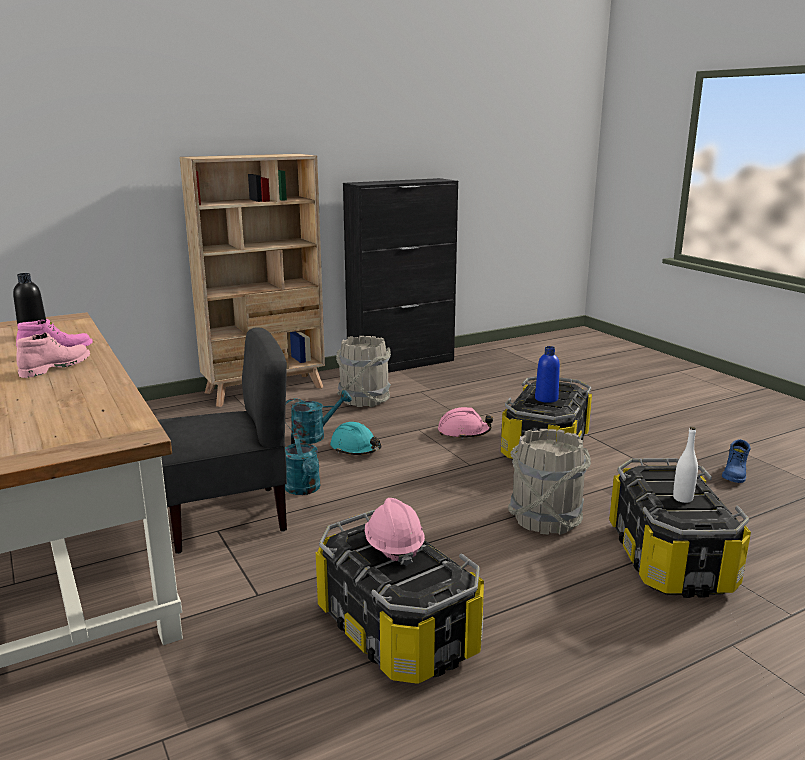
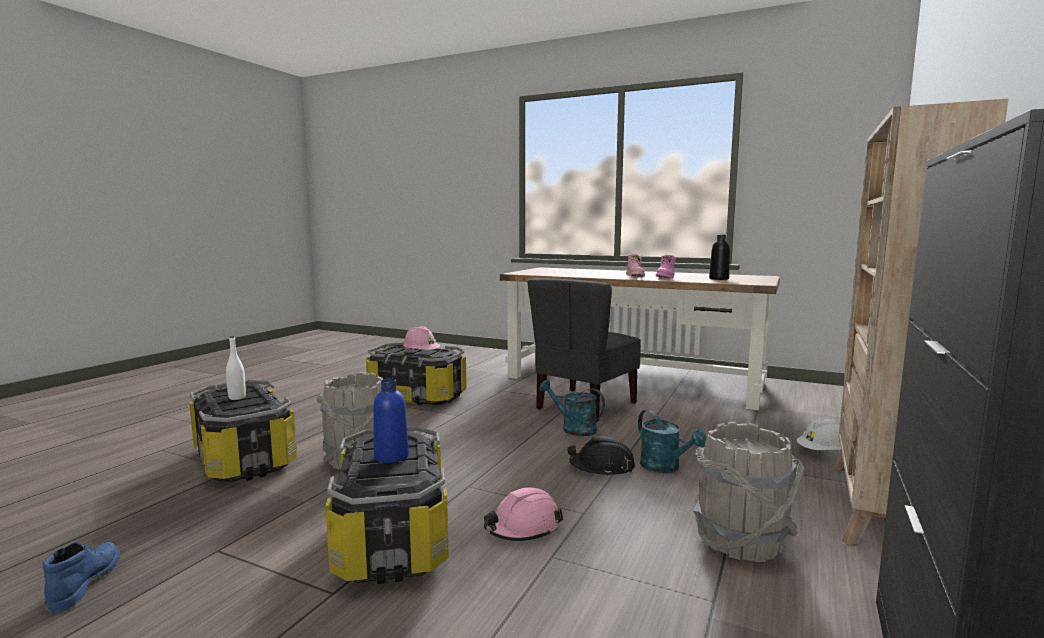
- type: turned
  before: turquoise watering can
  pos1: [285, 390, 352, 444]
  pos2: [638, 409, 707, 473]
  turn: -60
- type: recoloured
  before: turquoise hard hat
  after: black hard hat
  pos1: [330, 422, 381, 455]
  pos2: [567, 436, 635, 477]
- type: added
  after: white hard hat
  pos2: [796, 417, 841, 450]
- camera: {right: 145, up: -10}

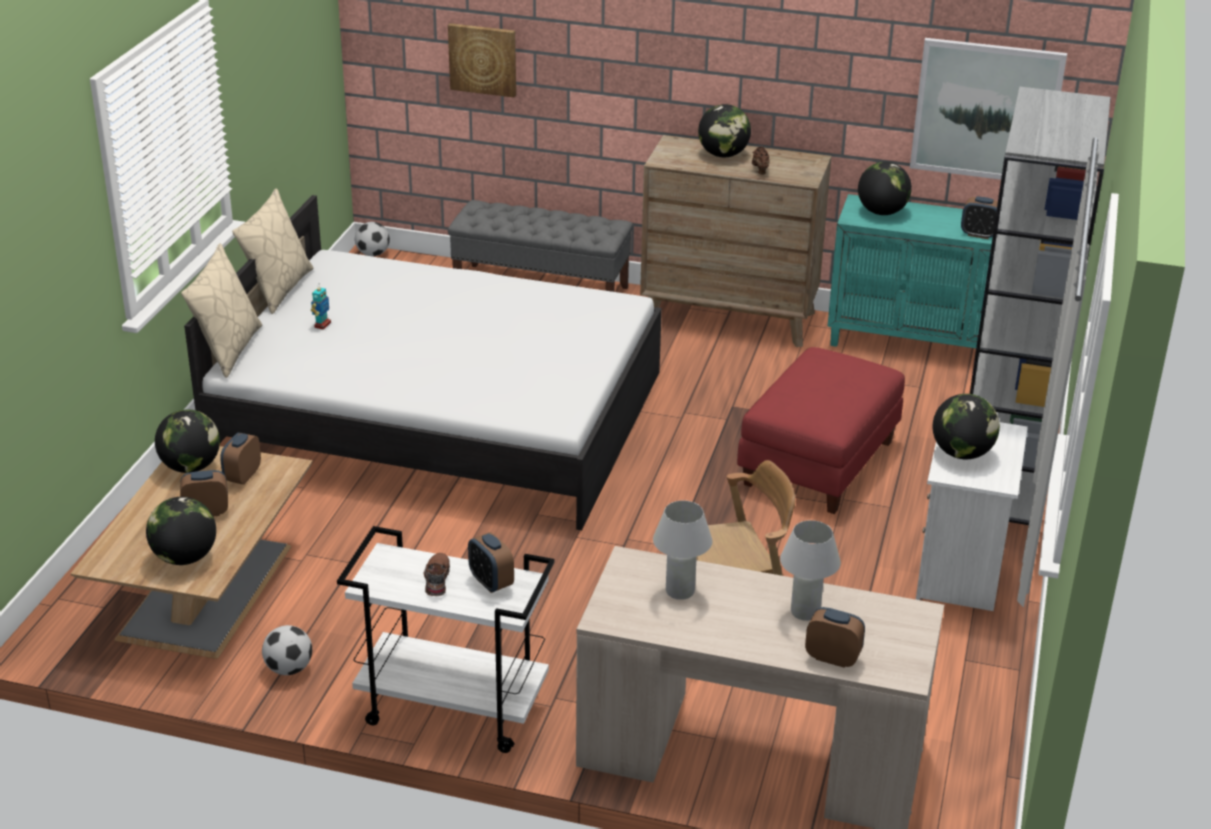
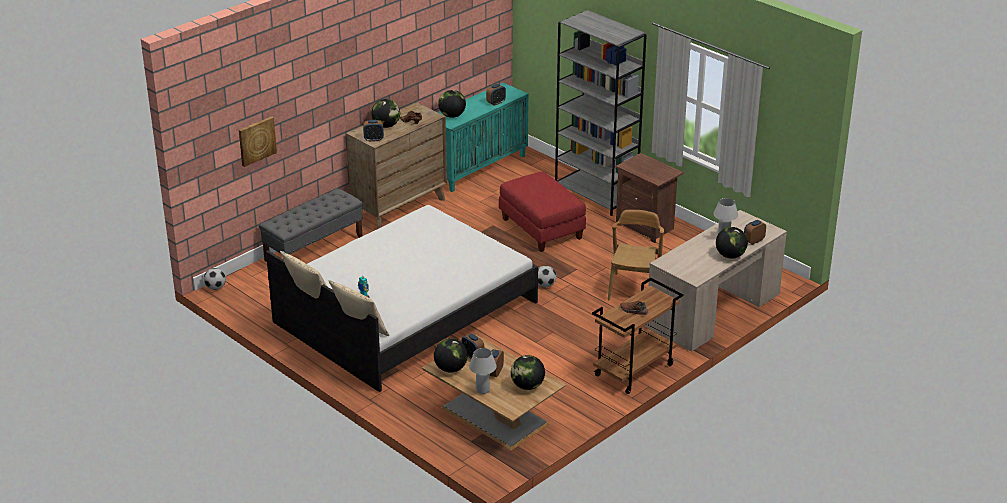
- type: removed
  before: picture
  pos1: [910, 38, 1067, 180]
- type: moved
  before: globe
  pos1: [933, 394, 1000, 459]
  pos2: [716, 227, 748, 259]
- type: recoloured
  before: white nightstand
  after: brown nightstand
  pos1: [916, 422, 1028, 611]
  pos2: [616, 153, 684, 243]
- type: moved
  before: white table lamp
  pos1: [653, 500, 712, 600]
  pos2: [469, 348, 497, 394]
- type: recoloured
  before: white cart
  after: brown cart
  pos1: [337, 526, 555, 753]
  pos2: [592, 278, 683, 394]
- type: moved
  before: alarm clock
  pos1: [468, 532, 514, 593]
  pos2: [363, 120, 384, 142]
- type: moved
  before: football
  pos1: [262, 625, 312, 675]
  pos2: [538, 266, 557, 287]
- camera: {right: -60, up: 0}

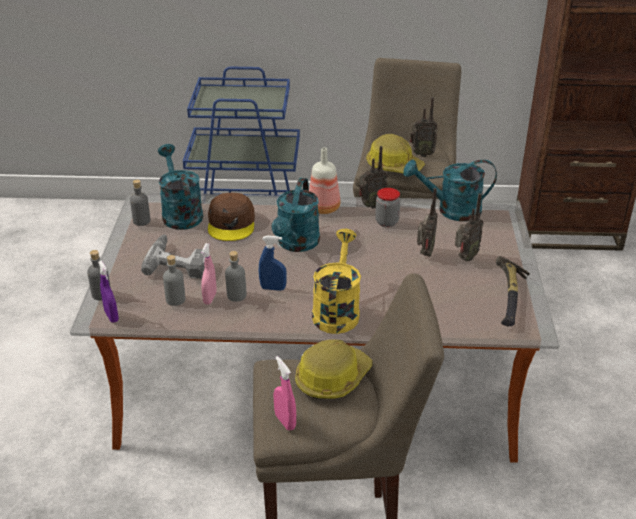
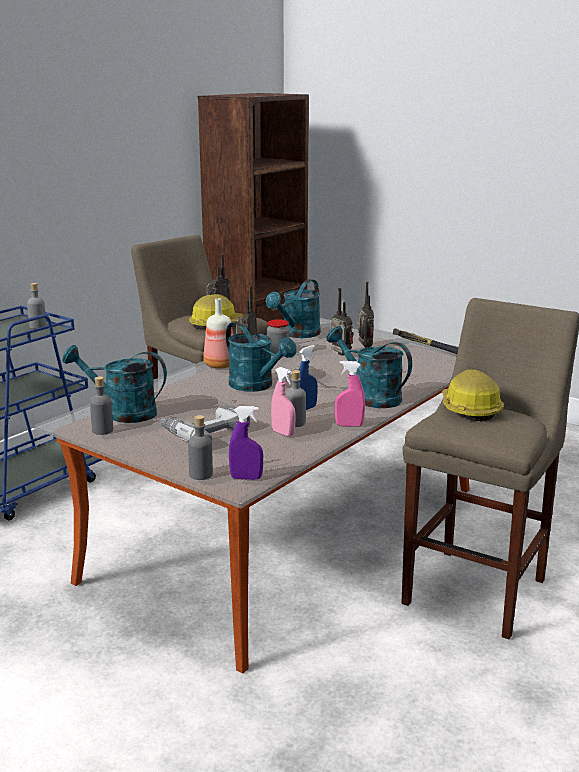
- type: removed
  before: brown cap
  pos1: [208, 192, 255, 241]
- type: recoloured
  before: yellow watering can
  after: turquoise watering can
  pos1: [312, 229, 361, 334]
  pos2: [326, 326, 412, 408]
- type: moved
  before: grey bottle
  pos1: [163, 255, 185, 306]
  pos2: [27, 283, 46, 329]
- type: moved
  before: pink spray bottle
  pos1: [273, 356, 296, 430]
  pos2: [335, 361, 365, 426]
- camera: {right: -55, up: -15}

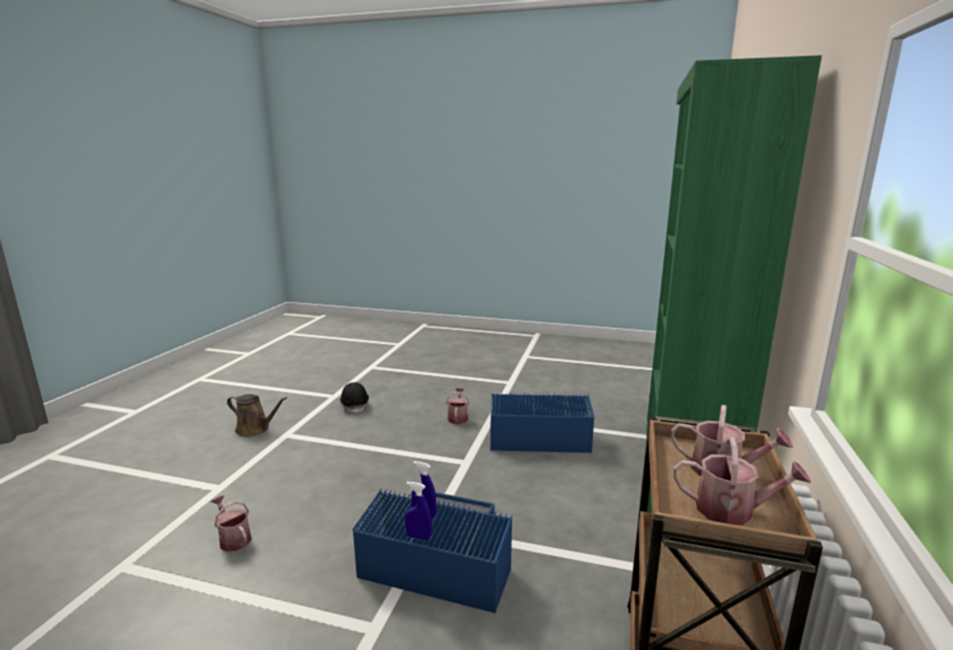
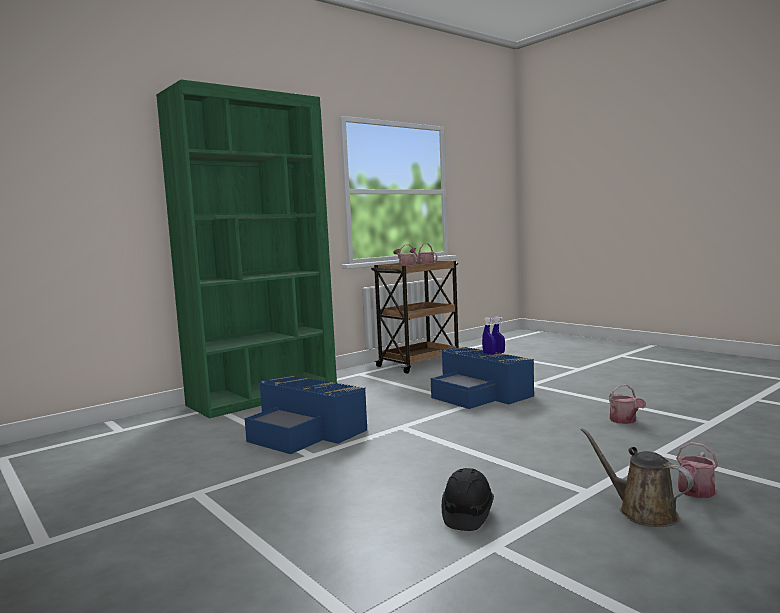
- type: moved
  before: watering can
  pos1: [446, 388, 469, 424]
  pos2: [676, 442, 718, 498]
- camera: {right: -145, up: -10}

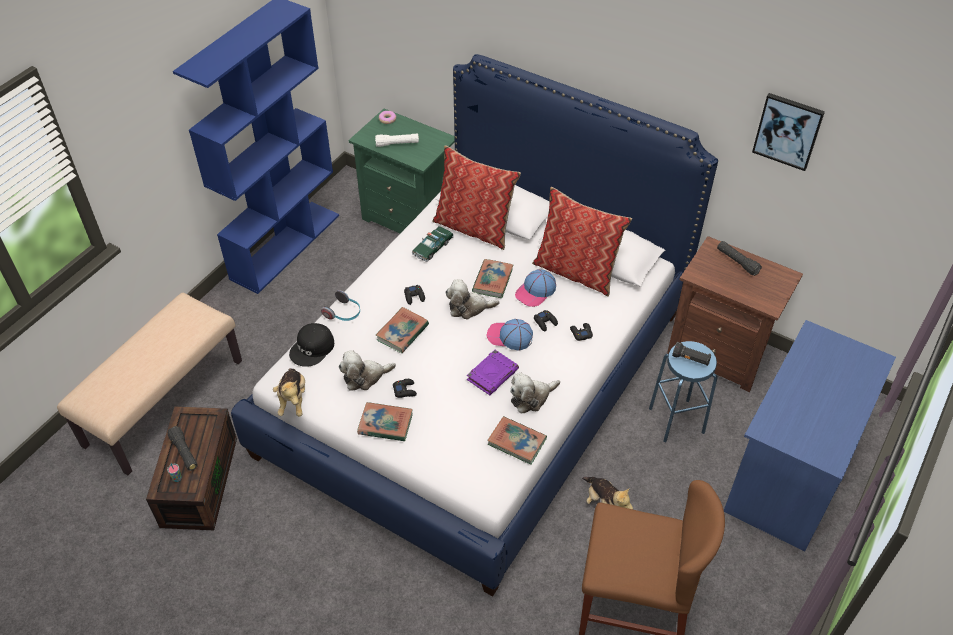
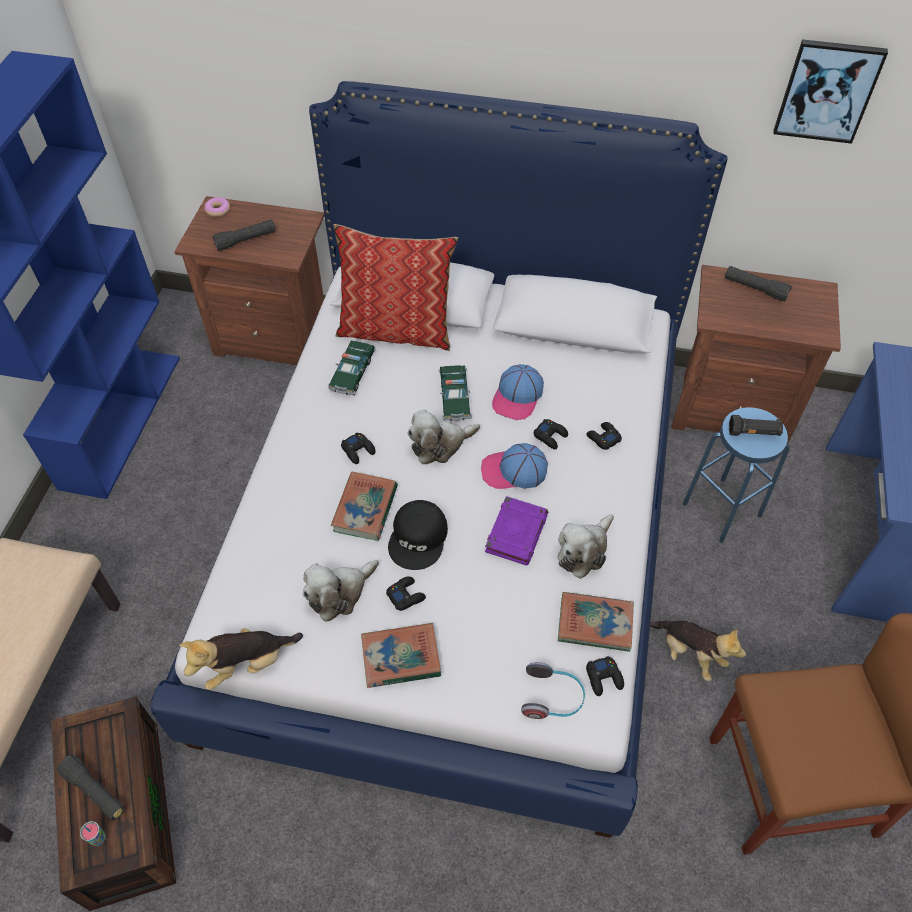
- type: recoloured
  before: green nightstand
  after: brown nightstand
  pos1: [349, 108, 455, 233]
  pos2: [174, 196, 324, 365]
- type: recoloured
  before: white flashlight
  after: black flashlight
  pos1: [375, 134, 419, 147]
  pos2: [213, 219, 276, 251]
- type: removed
  before: pillow
  pos1: [532, 187, 633, 296]
- type: replaced
  before: book
  after: toy car
  pos1: [472, 259, 513, 298]
  pos2: [439, 365, 472, 421]
- type: moved
  before: headphones
  pos1: [321, 290, 360, 321]
  pos2: [521, 662, 585, 719]
- type: moved
  before: black cap
  pos1: [289, 323, 334, 367]
  pos2: [388, 500, 448, 570]
- type: turned
  before: plush toy
  pos1: [273, 368, 305, 417]
  pos2: [180, 628, 303, 690]
  turn: 90
- type: added
  after: black game controller
  pos2: [586, 656, 624, 696]
- camera: {right: -20, up: 5}

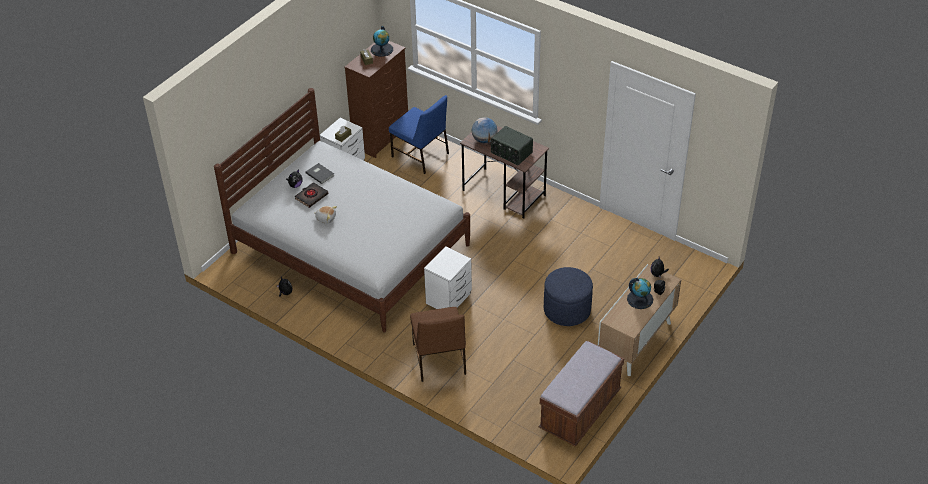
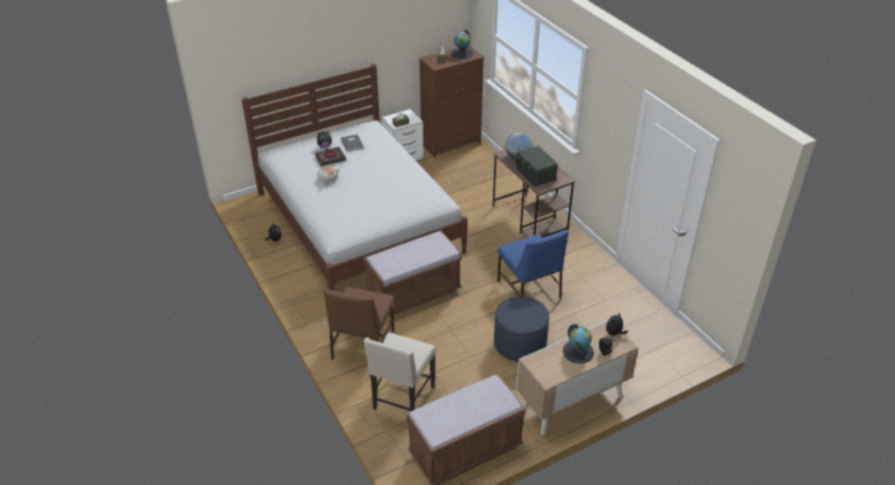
- type: moved
  before: blue chair
  pos1: [389, 95, 449, 174]
  pos2: [497, 230, 569, 299]
- type: replaced
  before: white nightstand
  after: brown bench
  pos1: [424, 246, 472, 309]
  pos2: [363, 230, 462, 317]
- type: added
  after: beige chair
  pos2: [364, 333, 436, 412]
- camera: {right: 25, up: -5}

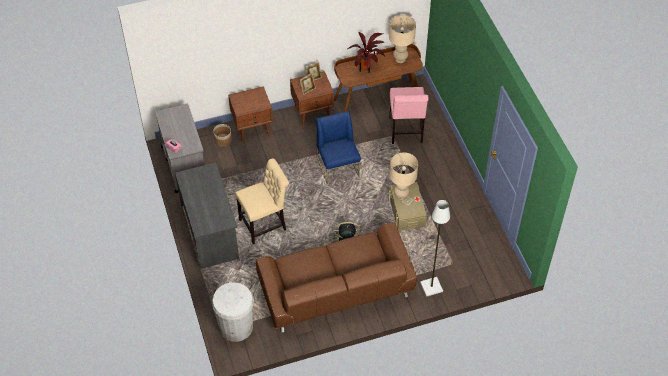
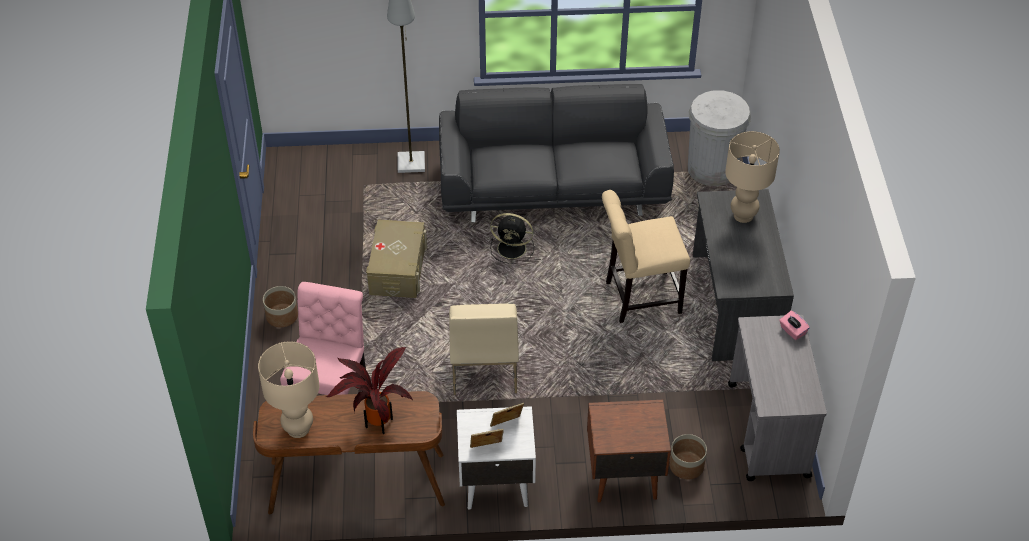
- type: recoloured
  before: brown nightstand
  after: white nightstand
  pos1: [290, 71, 334, 127]
  pos2: [457, 406, 536, 510]
- type: recoloured
  before: blue chair
  after: beige chair
  pos1: [316, 111, 361, 184]
  pos2: [449, 304, 519, 395]
- type: moved
  before: beige table lamp
  pos1: [389, 152, 418, 200]
  pos2: [725, 131, 780, 223]
- type: recoloured
  before: brown sofa
  after: grey sofa
  pos1: [256, 222, 417, 332]
  pos2: [439, 84, 674, 222]
- type: added
  after: planter
  pos2: [263, 286, 298, 328]
- camera: {right: -165, up: -5}

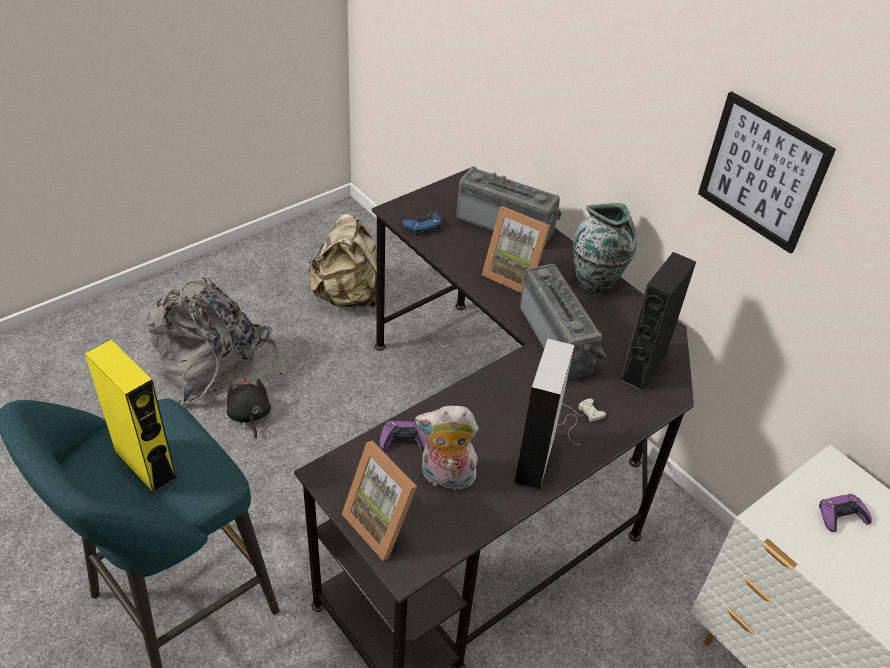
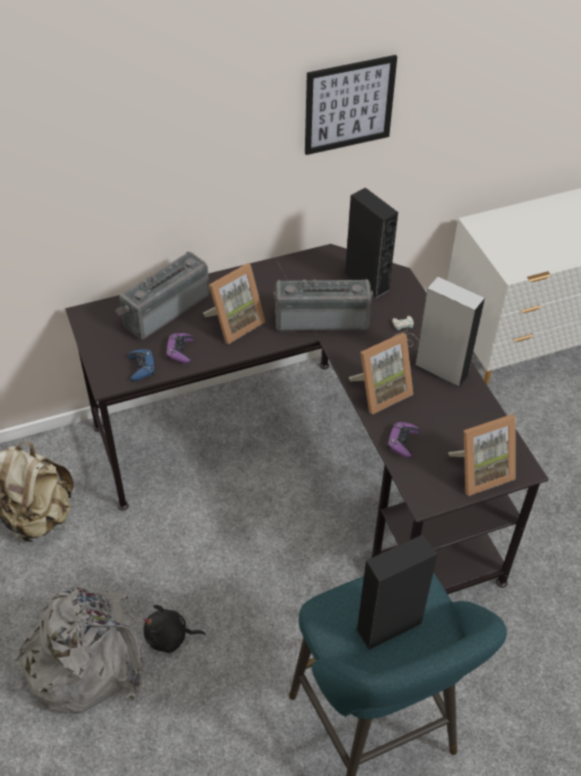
- type: removed
  before: vase
  pos1: [573, 203, 637, 294]
- type: recoloured
  before: yellow speaker
  after: black speaker
  pos1: [85, 340, 178, 494]
  pos2: [356, 534, 437, 650]
- type: removed
  before: plush toy
  pos1: [415, 406, 478, 494]
- type: moved
  before: purple game controller
  pos1: [819, 494, 872, 532]
  pos2: [166, 333, 194, 363]
- type: added
  after: picture frame
  pos2: [349, 333, 413, 415]
- camera: {right: -70, up: 5}

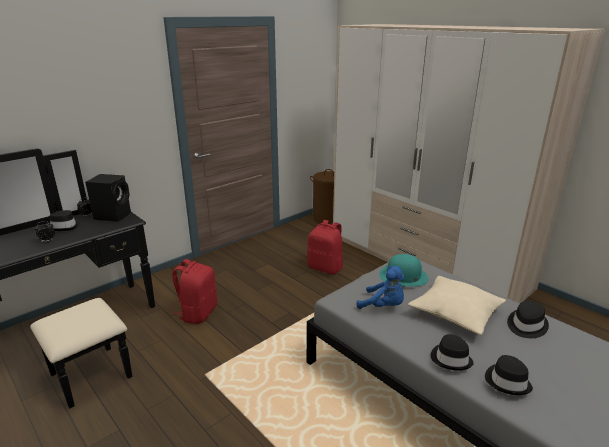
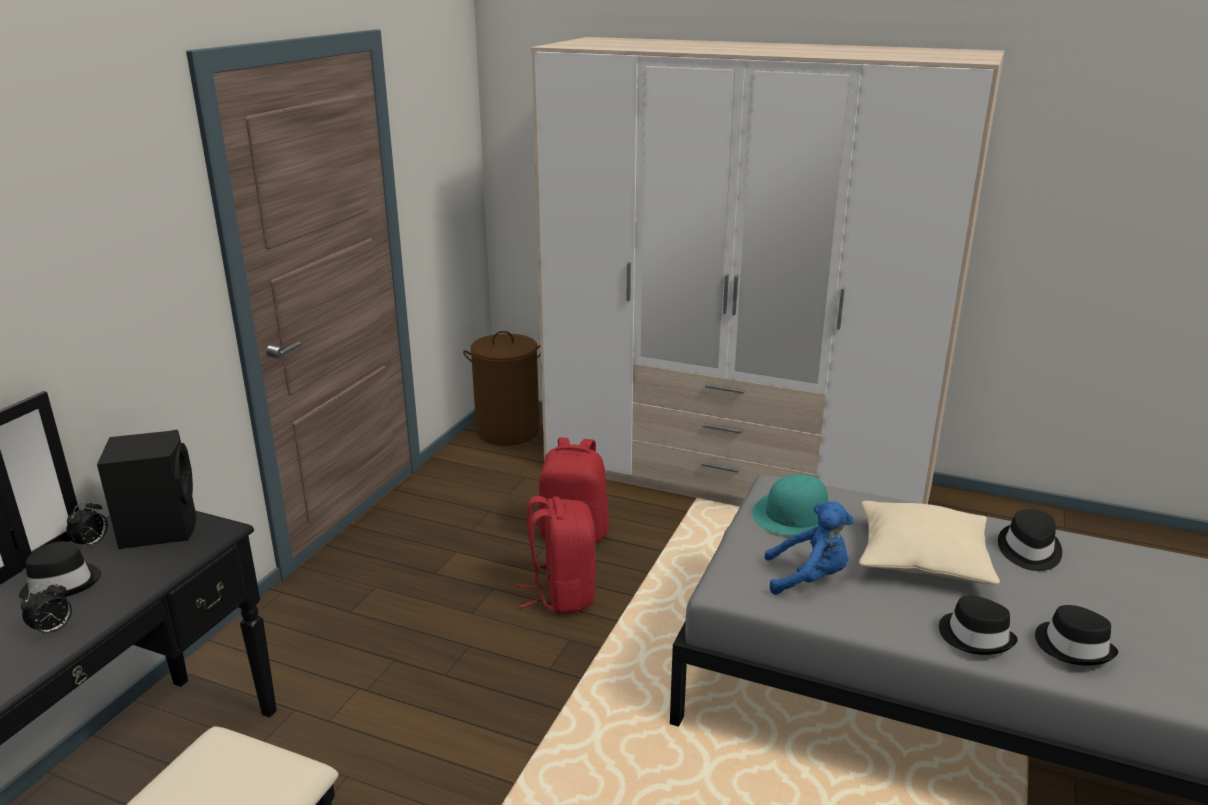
- type: moved
  before: red backpack
  pos1: [172, 259, 217, 324]
  pos2: [517, 496, 596, 614]
- camera: {right: -25, up: 0}

